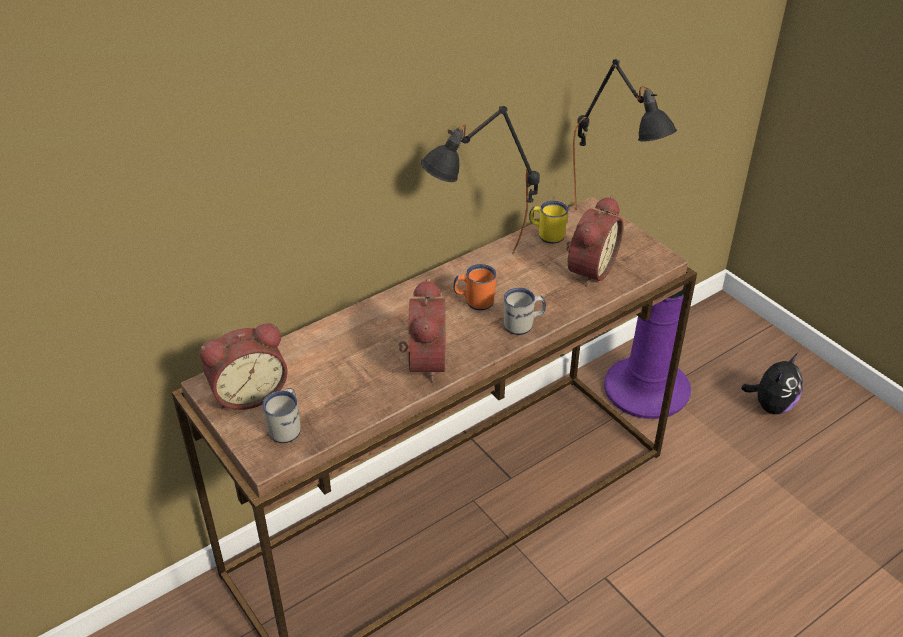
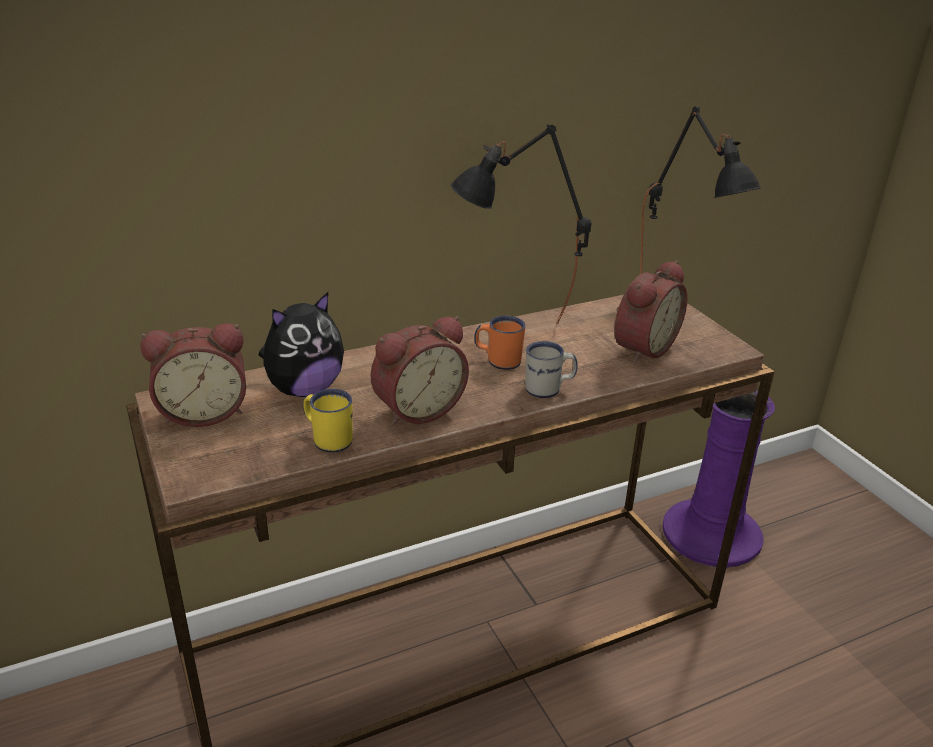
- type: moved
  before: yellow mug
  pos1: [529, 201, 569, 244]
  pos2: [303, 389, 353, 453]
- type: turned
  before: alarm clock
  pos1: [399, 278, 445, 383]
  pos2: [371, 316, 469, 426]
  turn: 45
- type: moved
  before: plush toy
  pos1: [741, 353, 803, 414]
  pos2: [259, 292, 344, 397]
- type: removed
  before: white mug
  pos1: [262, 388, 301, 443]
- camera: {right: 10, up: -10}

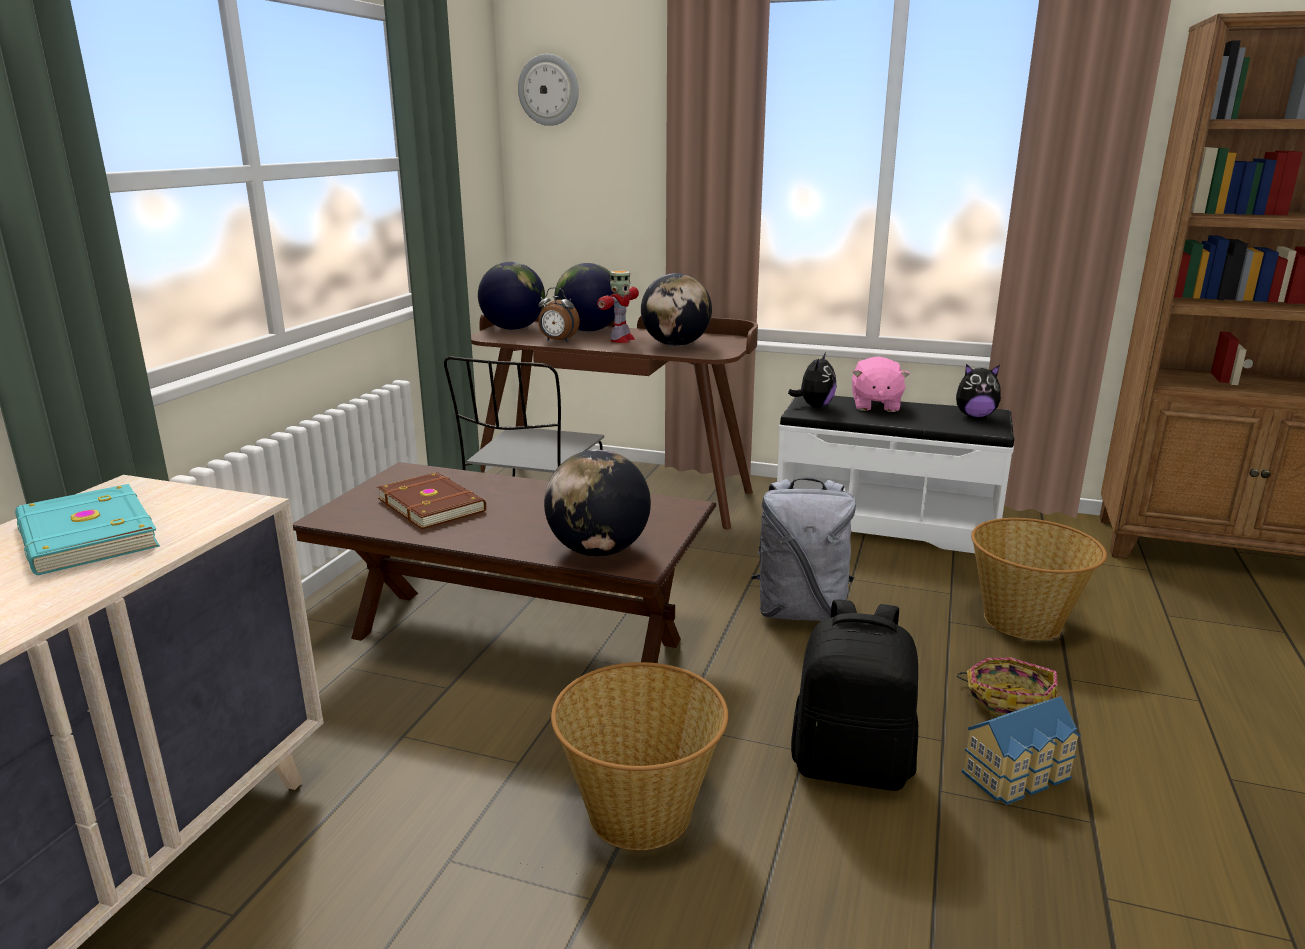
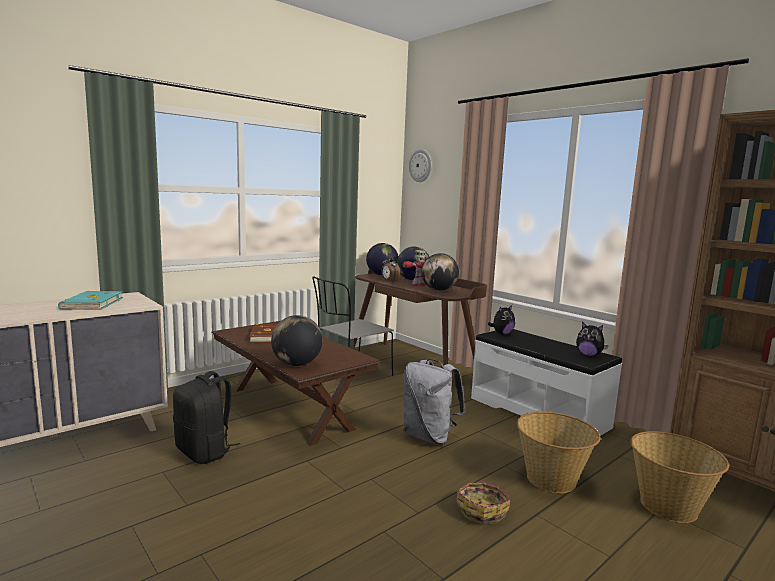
- type: removed
  before: pink plush toy
  pos1: [852, 356, 910, 412]
- type: moved
  before: black backpack
  pos1: [791, 599, 918, 791]
  pos2: [173, 371, 240, 464]
- type: moved
  before: basket
  pos1: [551, 662, 728, 850]
  pos2: [630, 431, 729, 523]
- type: removed
  before: toy house
  pos1: [962, 696, 1081, 805]
- camera: {right: 30, up: -10}

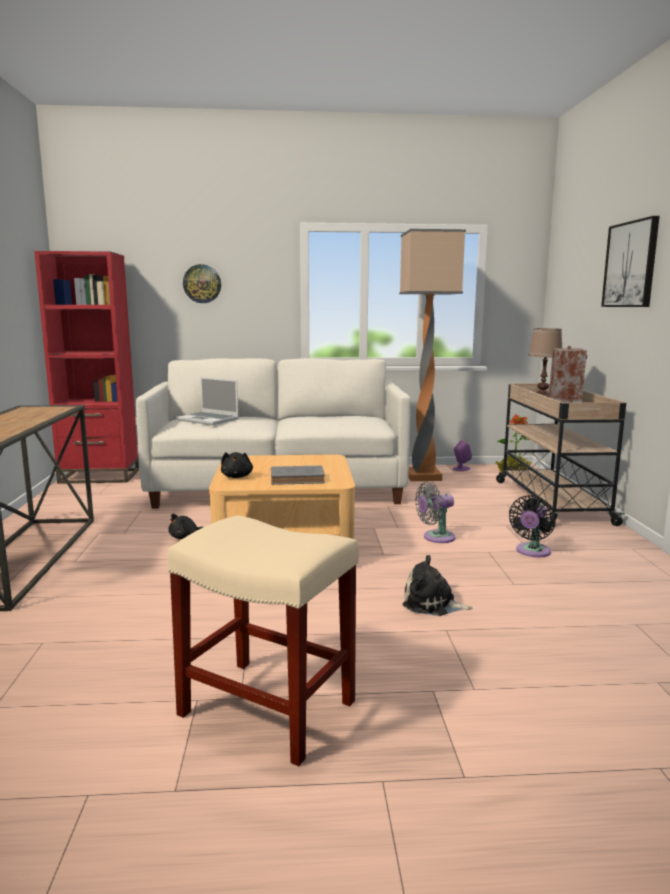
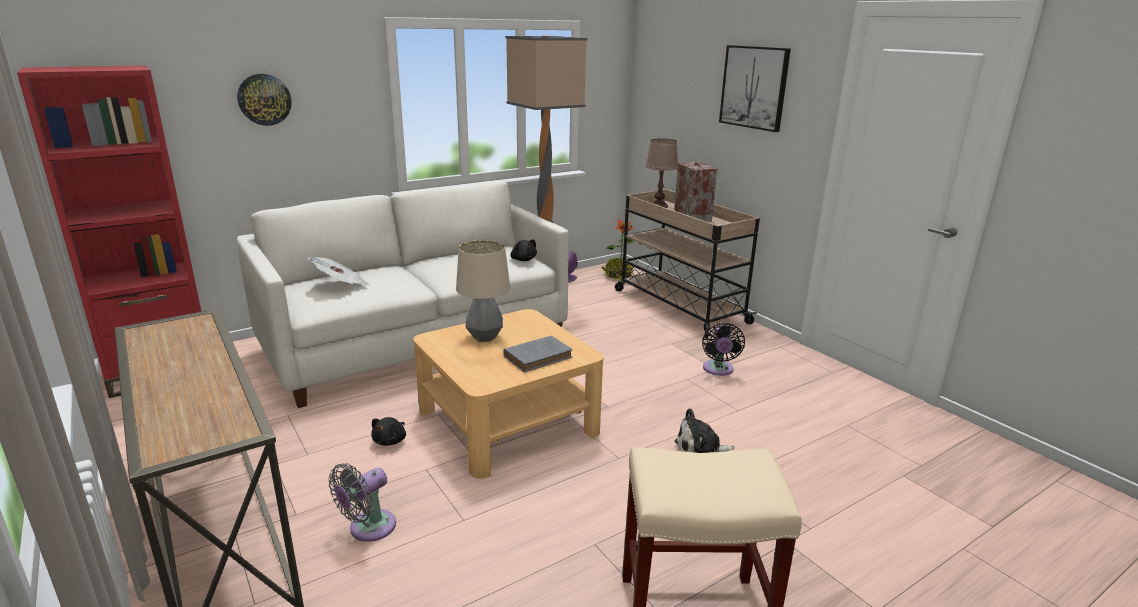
- type: replaced
  before: laptop
  after: newspaper
  pos1: [176, 377, 239, 425]
  pos2: [308, 257, 370, 286]
- type: moved
  before: black plush toy
  pos1: [221, 452, 253, 478]
  pos2: [511, 239, 537, 261]
- type: moved
  before: grey fan
  pos1: [415, 482, 455, 543]
  pos2: [329, 463, 396, 542]
- type: added
  after: table lamp
  pos2: [456, 240, 510, 342]
- camera: {right: -30, up: 10}

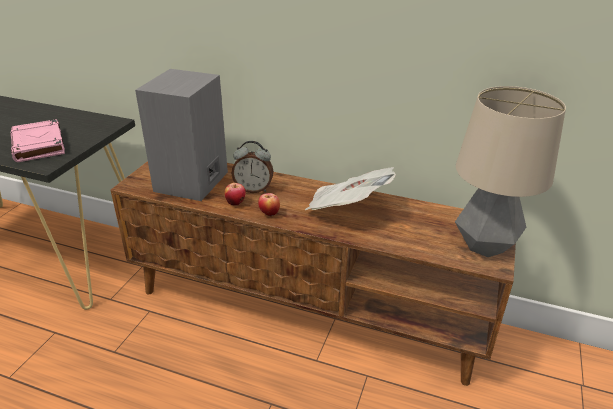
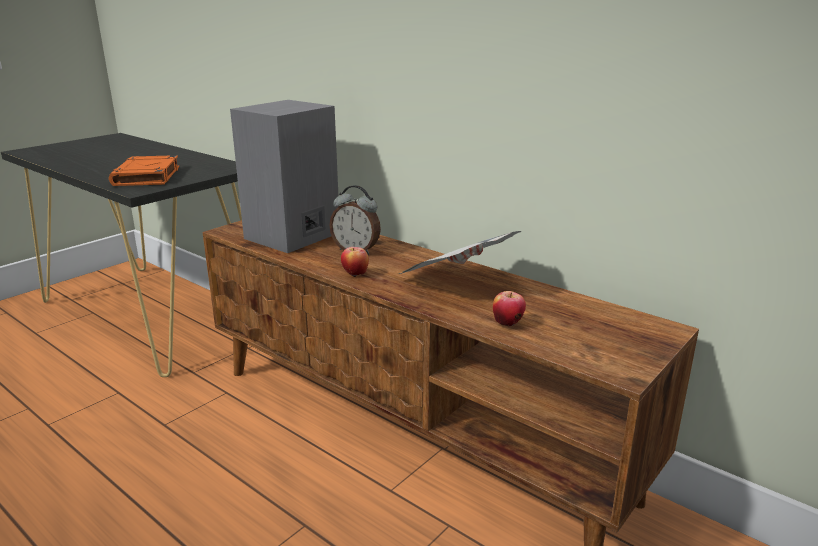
- type: removed
  before: table lamp
  pos1: [455, 86, 566, 257]
- type: recoloured
  before: pink book
  after: orange book
  pos1: [10, 119, 65, 162]
  pos2: [109, 155, 179, 186]
- type: moved
  before: apple
  pos1: [225, 183, 246, 206]
  pos2: [493, 291, 526, 327]
- camera: {right: 20, up: -10}

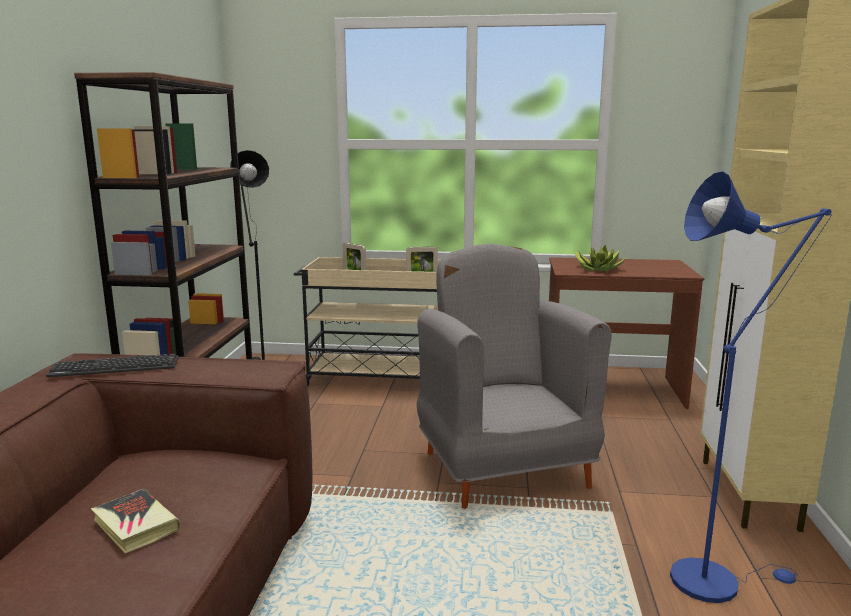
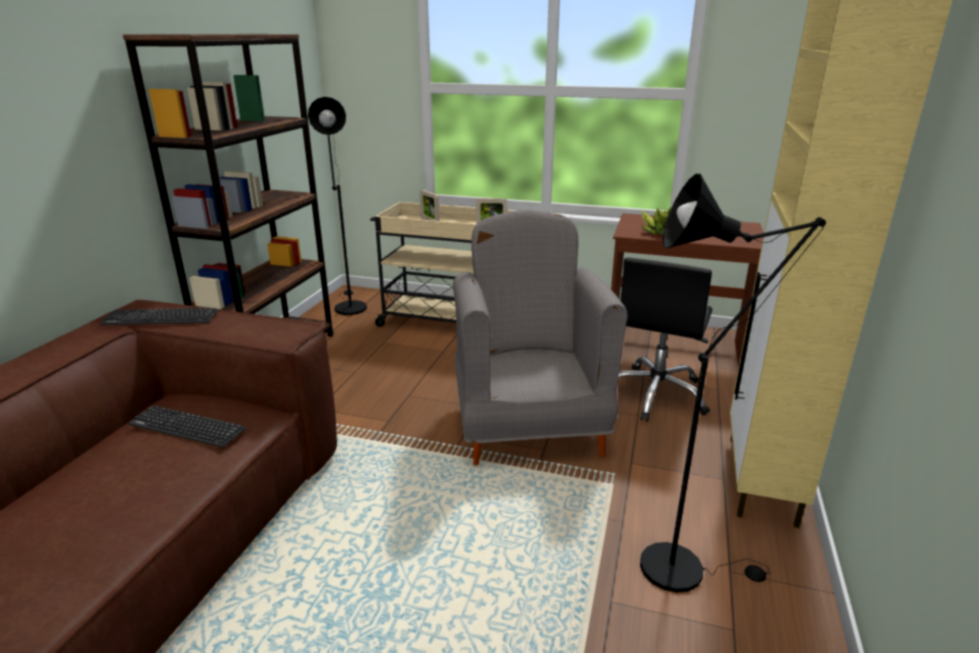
- type: recoloured
  before: blue floor lamp
  after: black floor lamp
  pos1: [670, 171, 832, 603]
  pos2: [640, 174, 826, 593]
- type: removed
  before: book
  pos1: [91, 489, 181, 553]
- type: added
  after: black office chair
  pos2: [619, 258, 712, 422]
- type: added
  after: keyboard
  pos2: [128, 406, 246, 448]
- camera: {right: 10, up: 10}

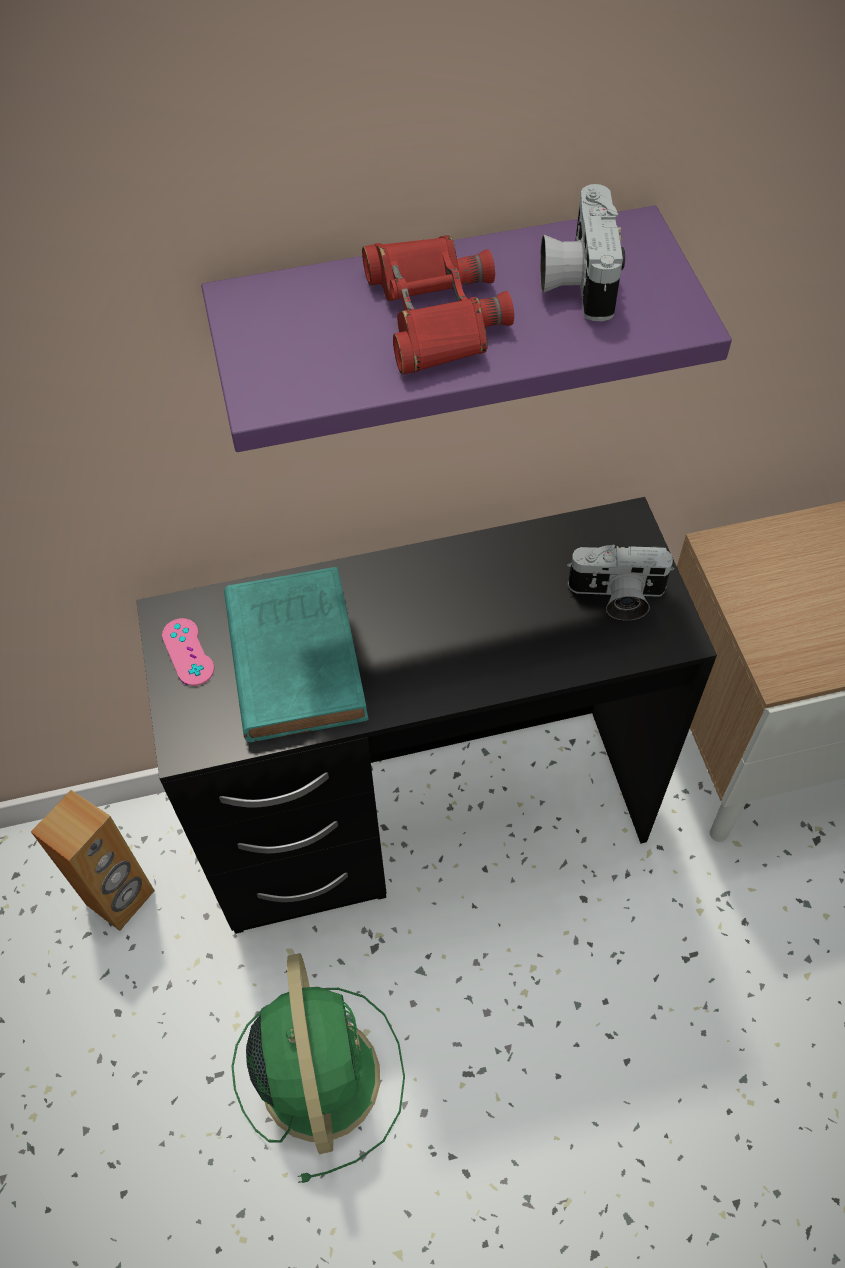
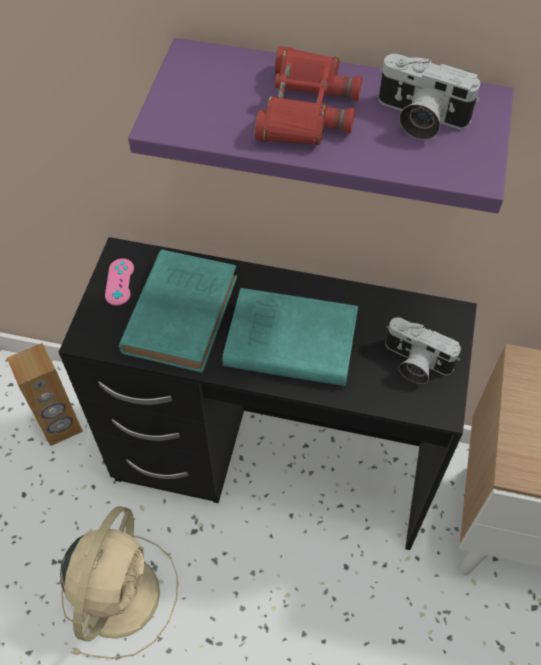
- type: turned
  before: photo camera
  pos1: [540, 184, 625, 321]
  pos2: [378, 54, 480, 140]
  turn: -90
- type: recoloured
  before: green fan
  after: beige fan
  pos1: [231, 953, 405, 1183]
  pos2: [60, 506, 178, 659]
- type: added
  after: turquoise book
  pos2: [222, 288, 358, 386]
- camera: {right: 25, up: 0}

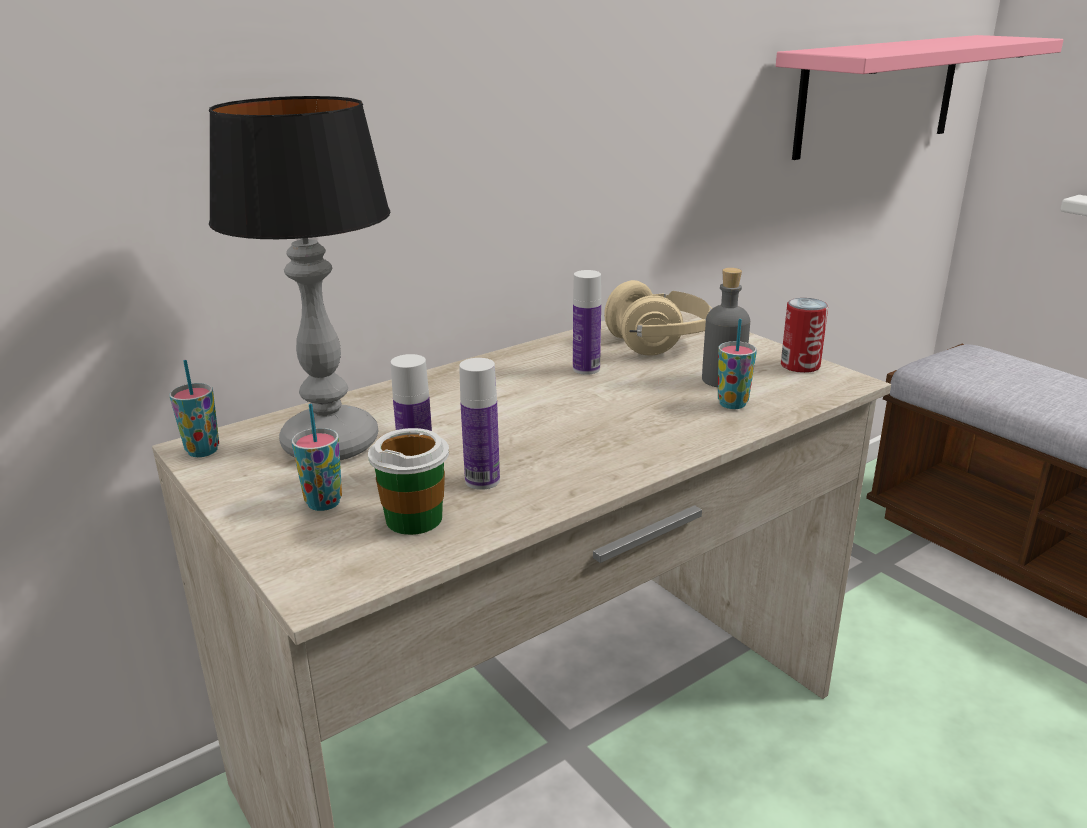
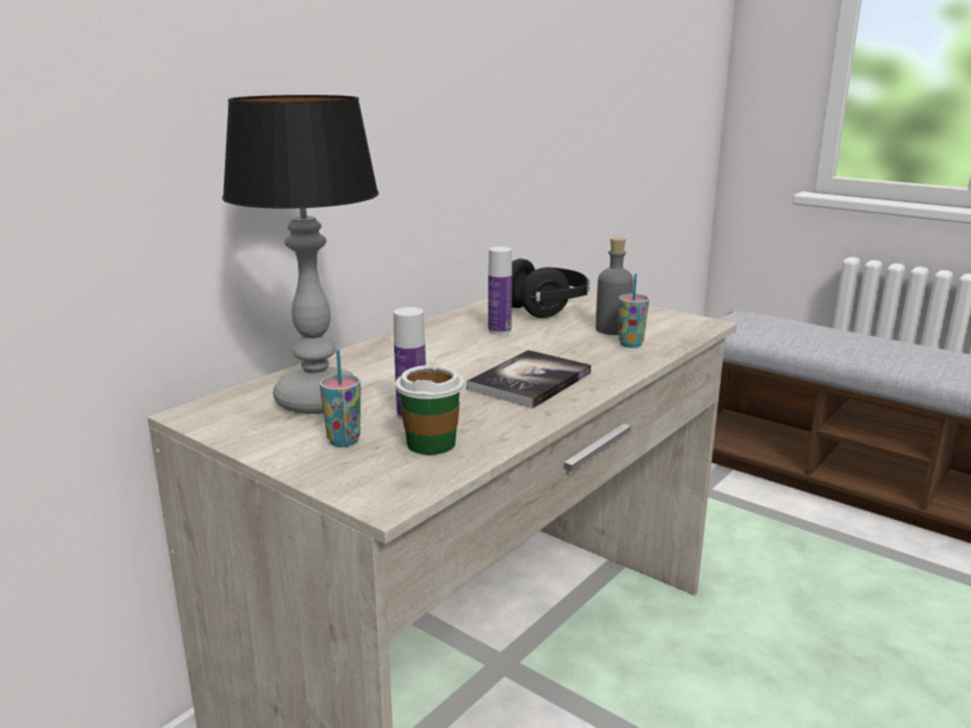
- type: removed
  before: pink shelf
  pos1: [776, 35, 1064, 160]
- type: recoloured
  before: beige headphones
  after: black headphones
  pos1: [604, 280, 712, 356]
  pos2: [512, 259, 590, 318]
- type: removed
  before: can
  pos1: [781, 298, 828, 373]
- type: removed
  before: bottle
  pos1: [459, 358, 500, 490]
- type: removed
  before: cup
  pos1: [169, 360, 219, 457]
- type: added
  after: book
  pos2: [467, 350, 591, 408]
- camera: {right: -15, up: -5}

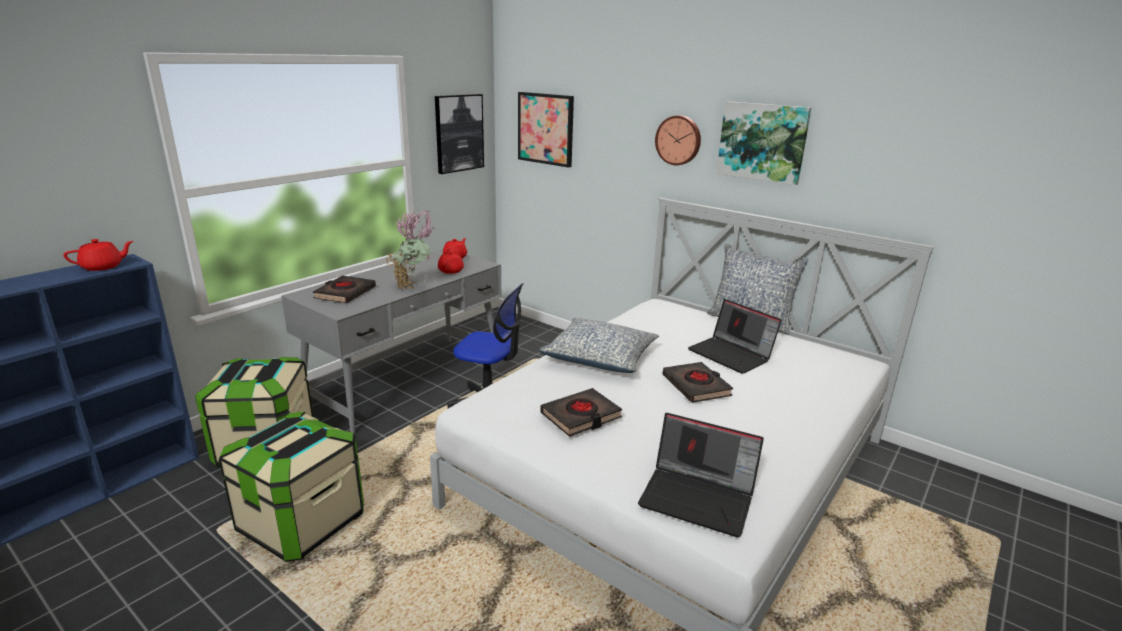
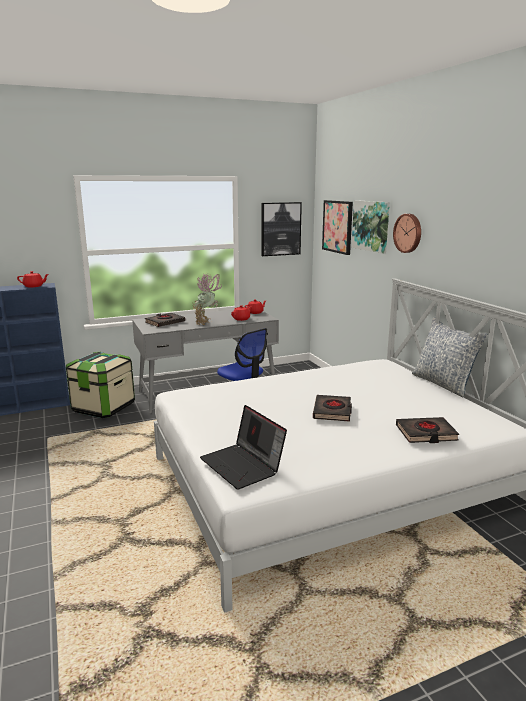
- type: moved
  before: picture
  pos1: [716, 101, 812, 185]
  pos2: [352, 200, 390, 254]
- type: removed
  before: laptop
  pos1: [688, 299, 782, 374]
- type: removed
  before: pillow
  pos1: [539, 318, 659, 373]
- type: moved
  before: black book
  pos1: [540, 388, 622, 437]
  pos2: [396, 417, 459, 443]
- type: removed
  before: storage box
  pos1: [219, 411, 364, 562]
- camera: {right: 30, up: -5}

